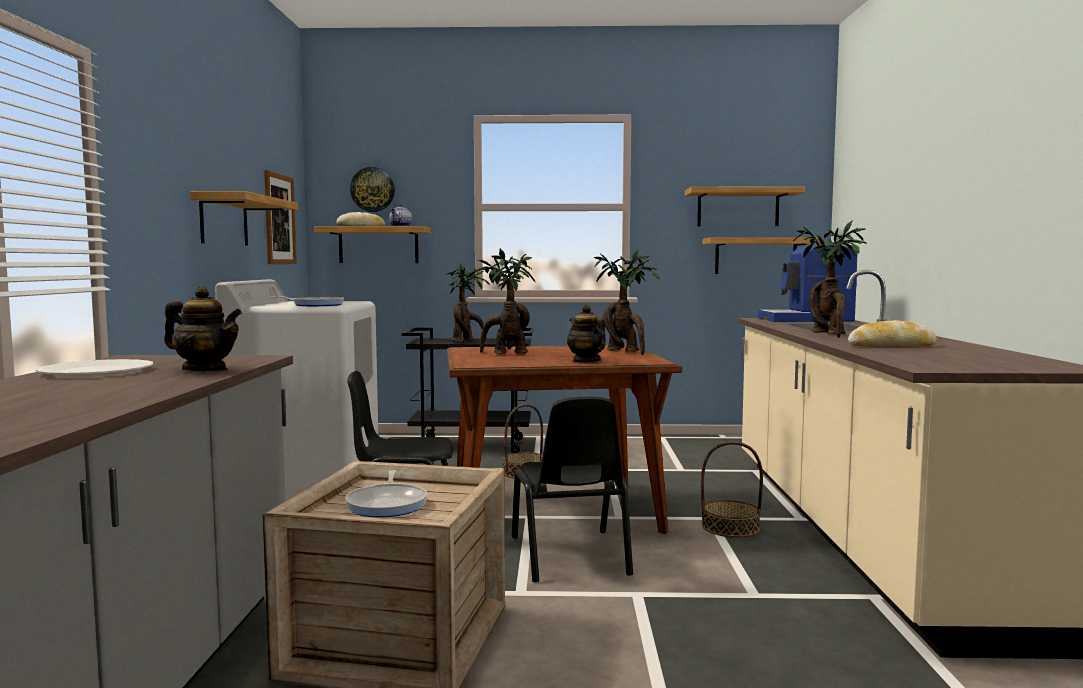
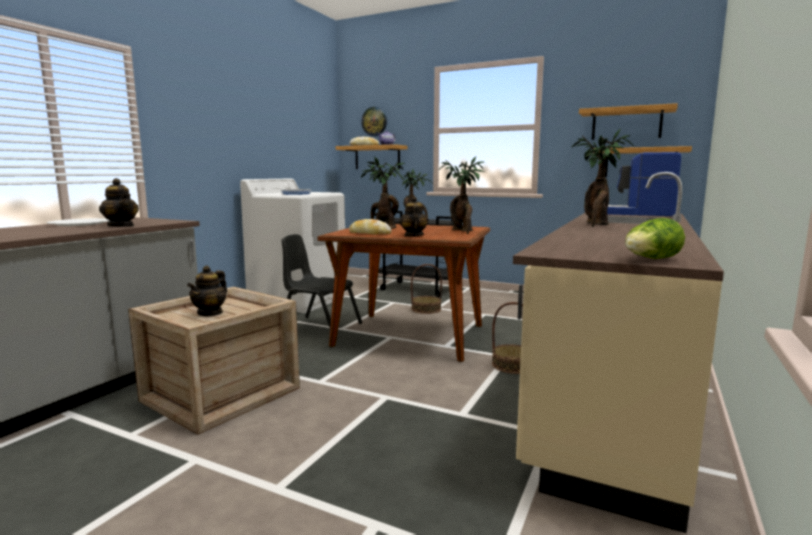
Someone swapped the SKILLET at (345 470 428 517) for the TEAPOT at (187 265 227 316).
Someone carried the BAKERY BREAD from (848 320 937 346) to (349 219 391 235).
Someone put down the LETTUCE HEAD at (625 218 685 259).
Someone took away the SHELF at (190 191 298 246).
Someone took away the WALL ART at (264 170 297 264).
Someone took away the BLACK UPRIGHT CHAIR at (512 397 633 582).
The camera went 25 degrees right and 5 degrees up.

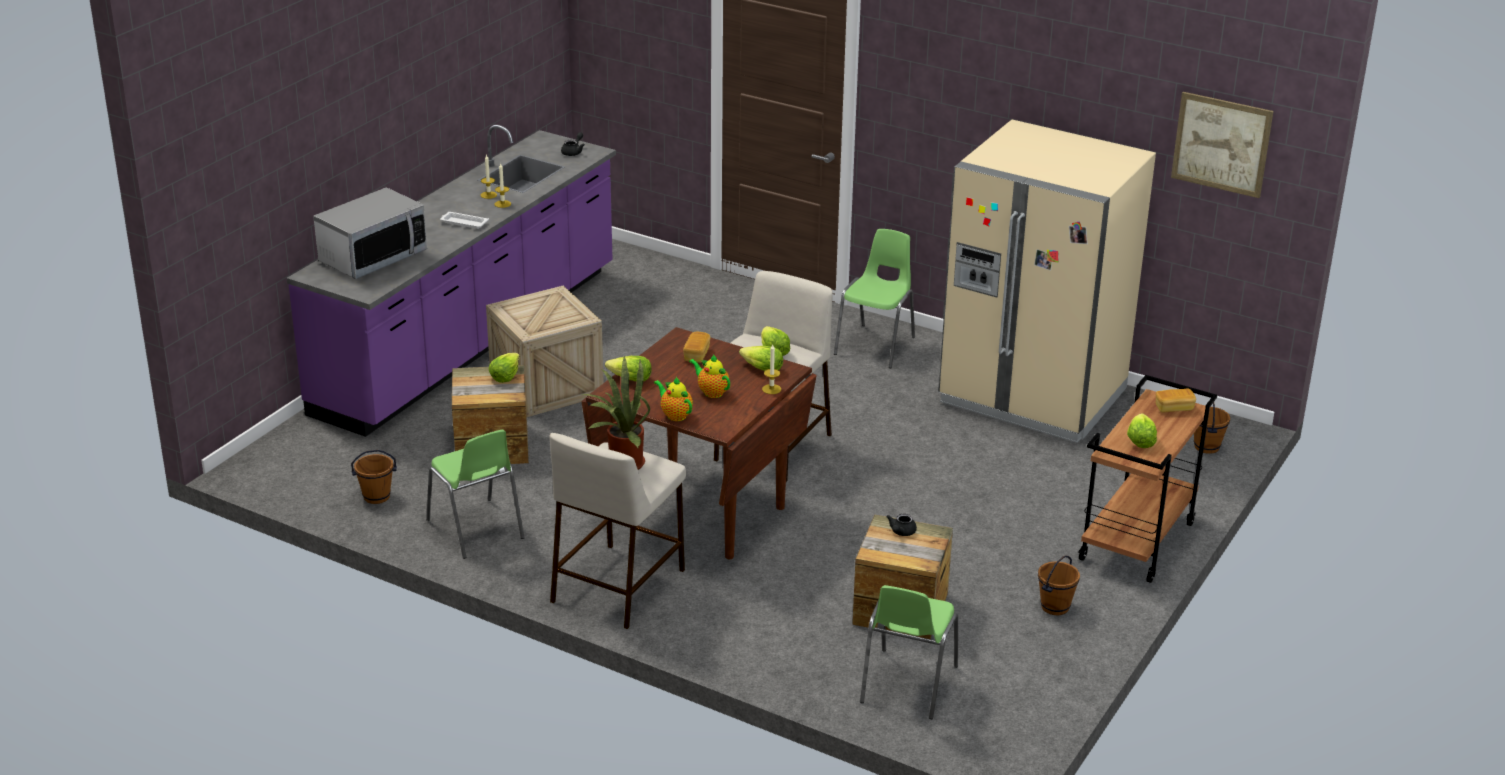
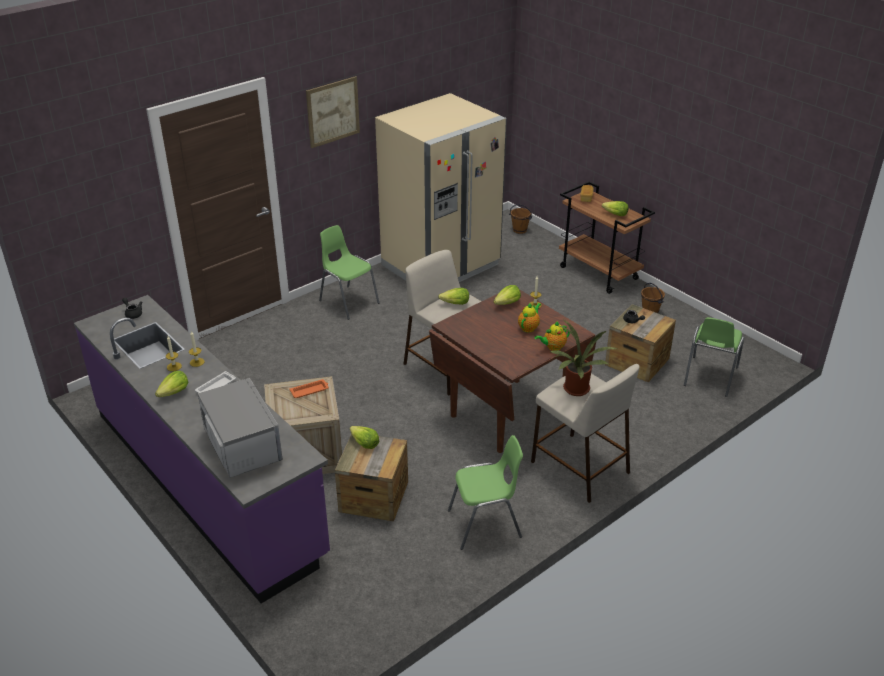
Someone carried the LETTUCE HEAD from (605 356 652 382) to (155 371 188 397).
Someone put down the ORANGE-COLOURED TRAY at (289 379 329 398).
Someone carried the WALL ART from (1171 92 1273 198) to (306 76 360 148).
Someone rotated the TEAPOT at (689 354 730 398) by 150 degrees clockwise.
Someone rotated the GREENISH UPRIGHT CHAIR at (860 585 958 719) by 75 degrees clockwise.
Someone took away the BROWN PAIL at (351 450 397 504).
Someone took away the BAKERY BREAD at (683 332 711 363).
The camera went 70 degrees left and 5 degrees up.

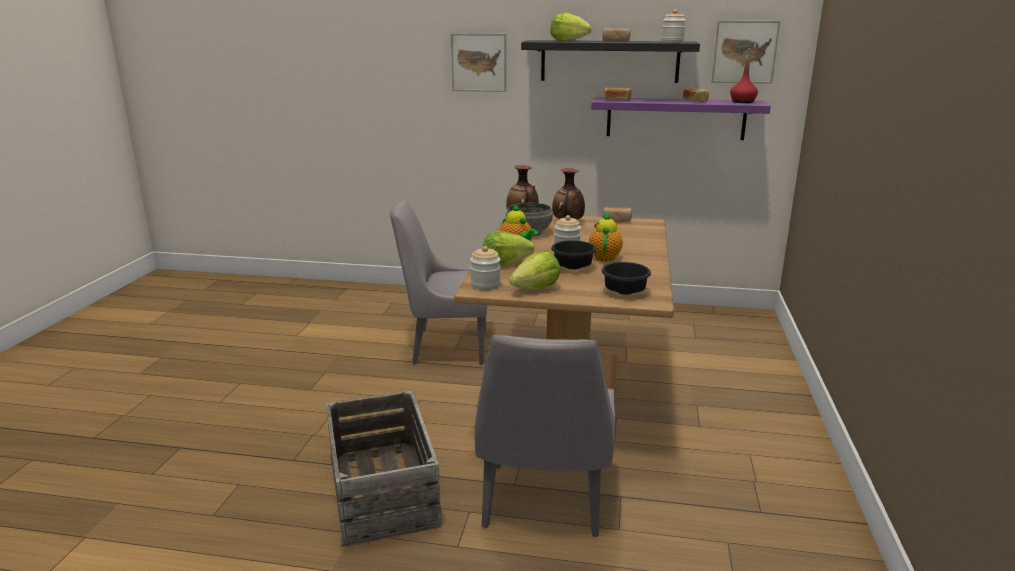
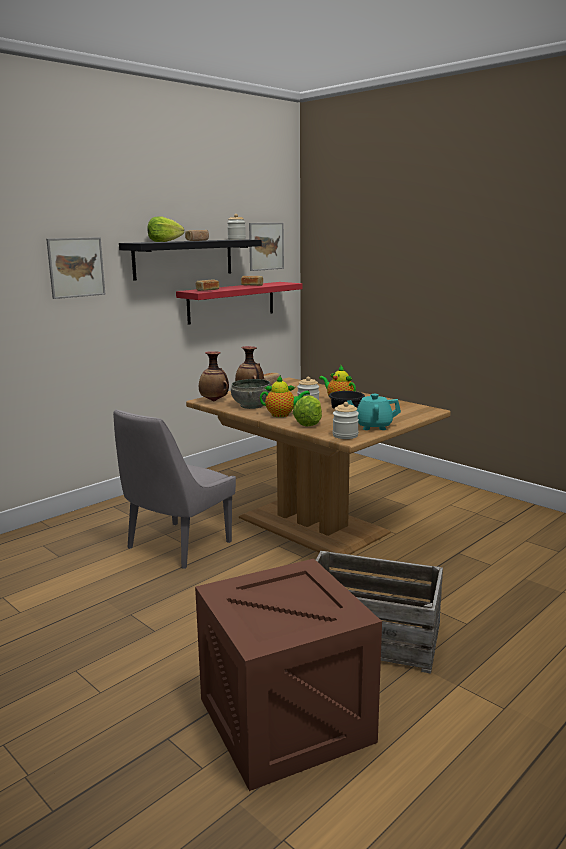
Someone repainted the PURPLE SHELF at (591 97 771 140), which became the RED SHELF at (176 282 302 325).
Someone put down the SHIPPING CRATE at (195 559 382 791).
Someone swapped the LETTUCE HEAD at (509 251 561 289) for the BLUE-GREEN TEAPOT at (347 394 401 430).
Someone took away the GRAY UPRIGHT CHAIR at (474 335 615 537).
Someone took away the BLACK DEEP DISH at (602 262 651 295).
Someone took away the RED BEVERAGE BOTTLE at (730 49 758 103).
The camera went 55 degrees left and 5 degrees down.

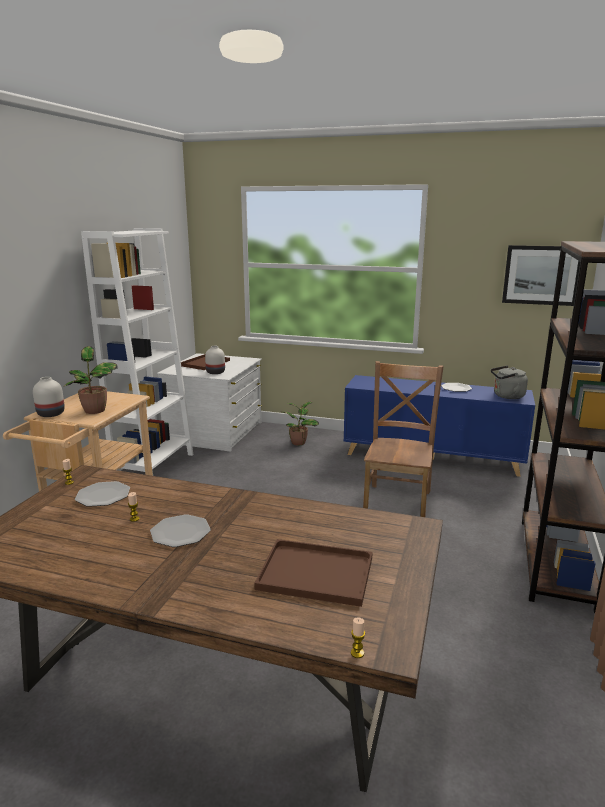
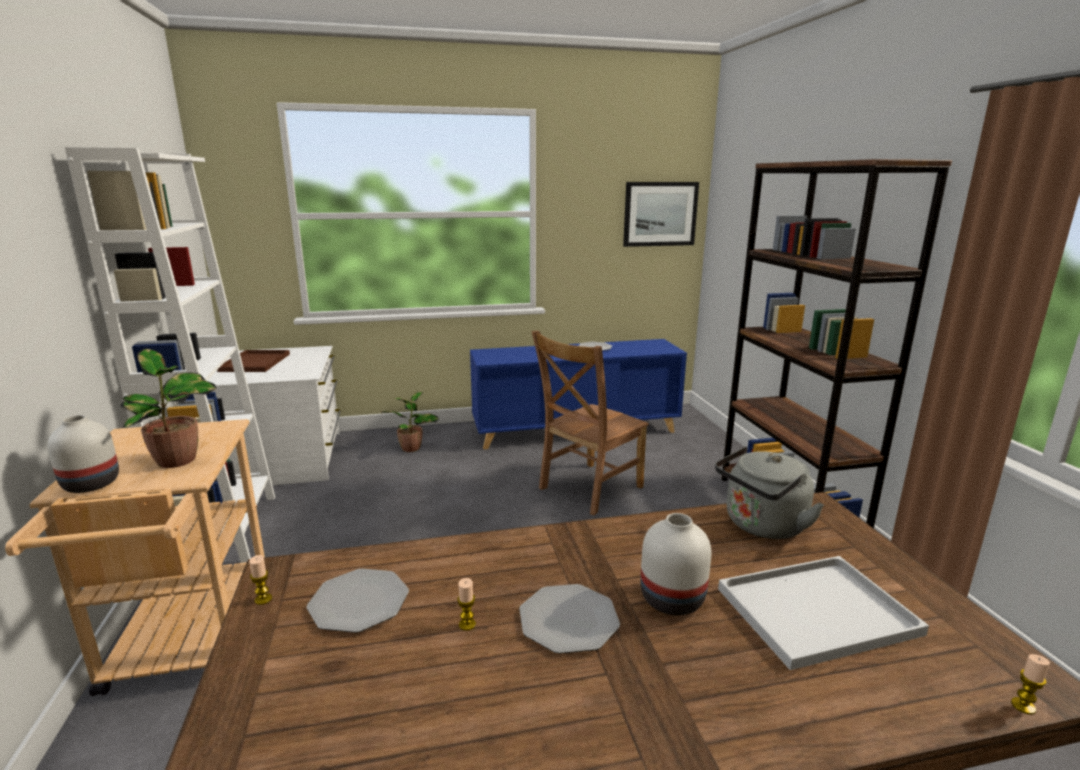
Someone rotated the BROWN UPRIGHT CHAIR at (363 361 444 517) by 120 degrees counterclockwise.
Someone carried the WHITE-COLOURED DECORATIVE VASE from (205 346 225 374) to (640 513 711 615).
Someone carried the GRAY WATER KETTLE from (491 365 528 399) to (715 446 824 539).
Someone repainted the BROWN TRAY at (254 539 373 607), which became the WHITE-COLOURED TRAY at (718 556 929 670).
The camera went 30 degrees left and 0 degrees up.

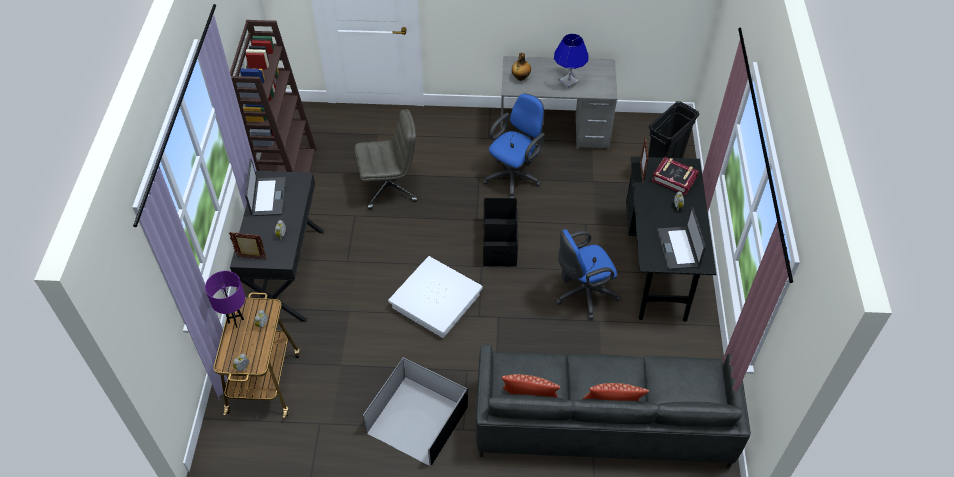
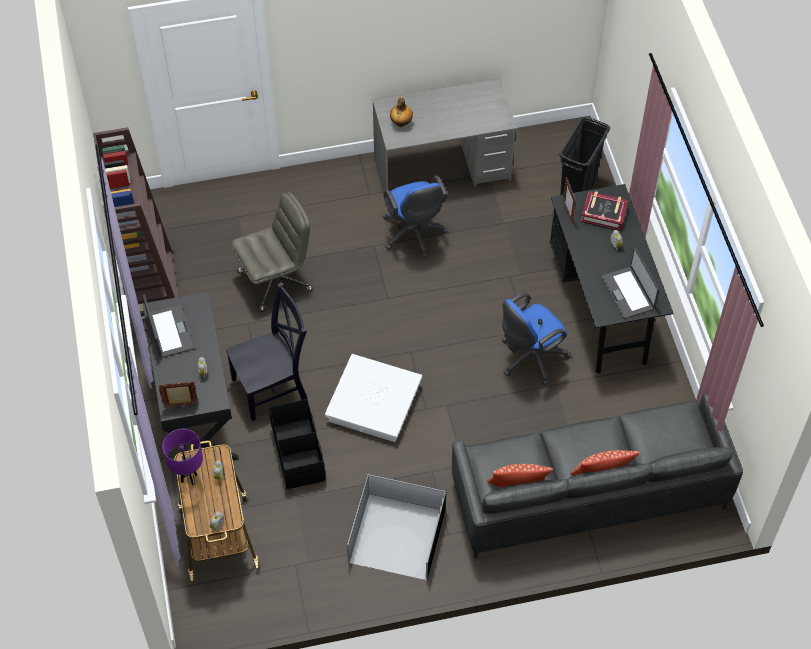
Someone put down the BLACK UPRIGHT CHAIR at (226 282 308 421).
Someone carried the BLACK STORAGE CONTAINER from (483 198 519 267) to (269 399 325 489).
Someone rotated the BLUE OFFICE CHAIR at (483 93 545 198) by 135 degrees clockwise.
Someone took away the BLUE LAMP FOR A TABLE at (554 34 589 88).
The camera went 15 degrees left and 5 degrees up.

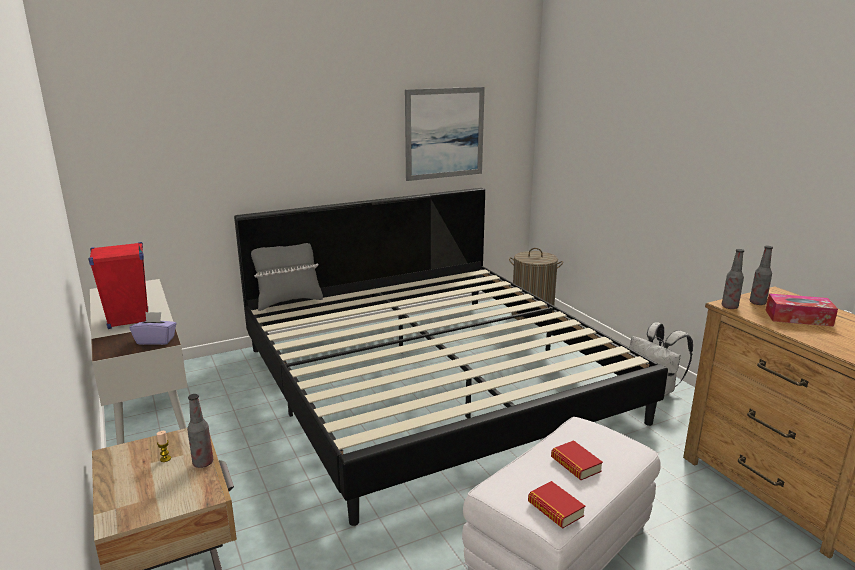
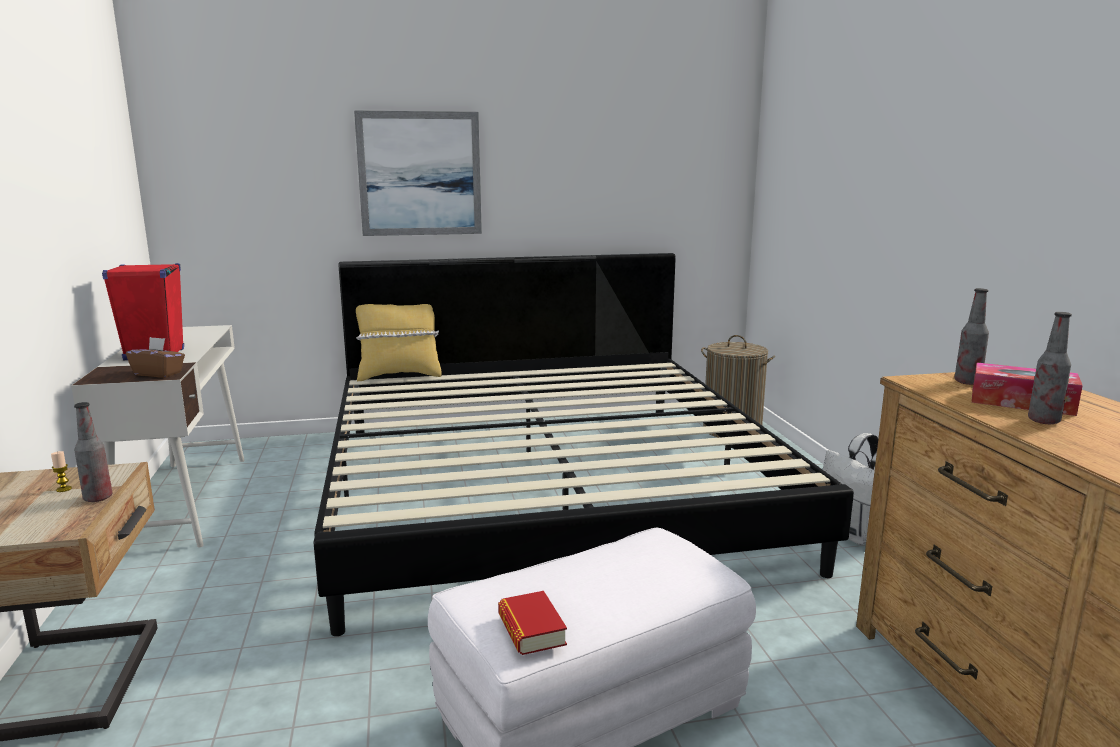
Someone repainted the PURPLE BOX OF TISSUES at (129 312 177 345), which became the BROWN BOX OF TISSUES at (126 337 185 378).
Someone carried the WALL ART from (405 87 485 181) to (354 110 482 236).
Someone repainted the GRAY THROW PILLOW at (251 243 323 311), which became the YELLOWISH THROW PILLOW at (356 304 442 382).
Someone carried the BEVERAGE BOTTLE from (722 249 744 309) to (1028 312 1072 424).
Someone took away the BOOK at (551 440 603 480).
The camera went 15 degrees right and 5 degrees down.

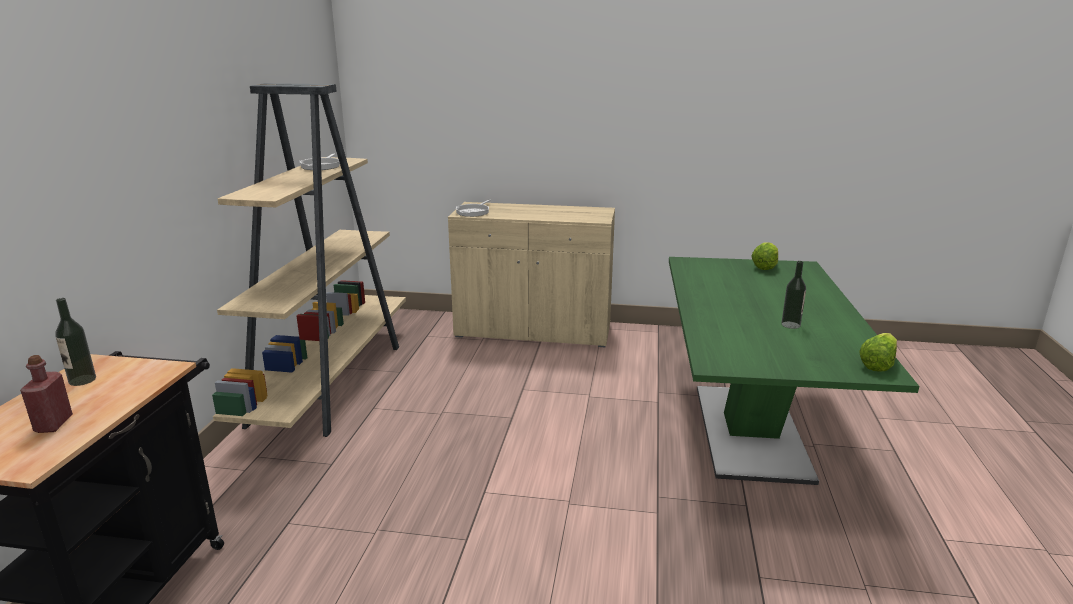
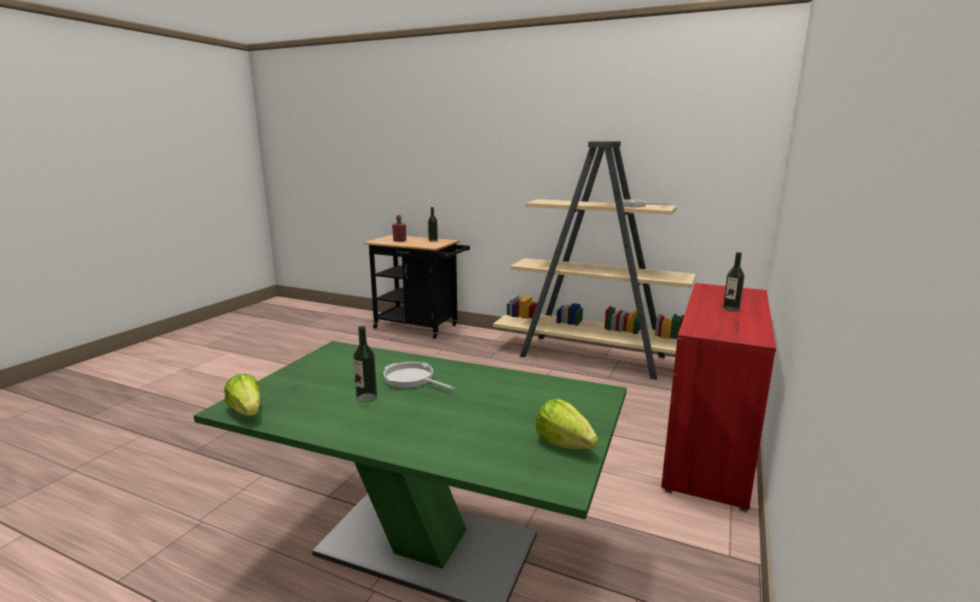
Someone carried the SKILLET from (456 199 491 217) to (383 362 455 390).
Someone repainted the BEIGE-COLOURED CABINET at (448 202 615 347), which became the RED CABINET at (661 283 776 512).
Someone put down the BEVERAGE BOTTLE at (723 252 744 312).
The camera went 105 degrees right and 5 degrees down.

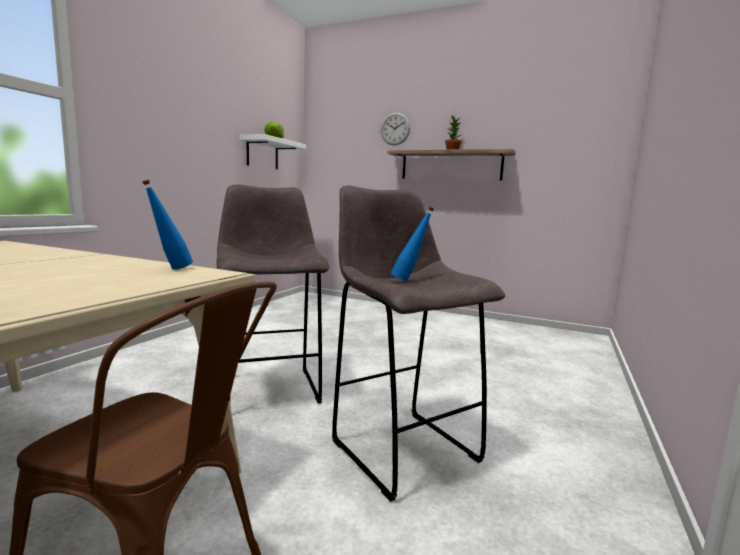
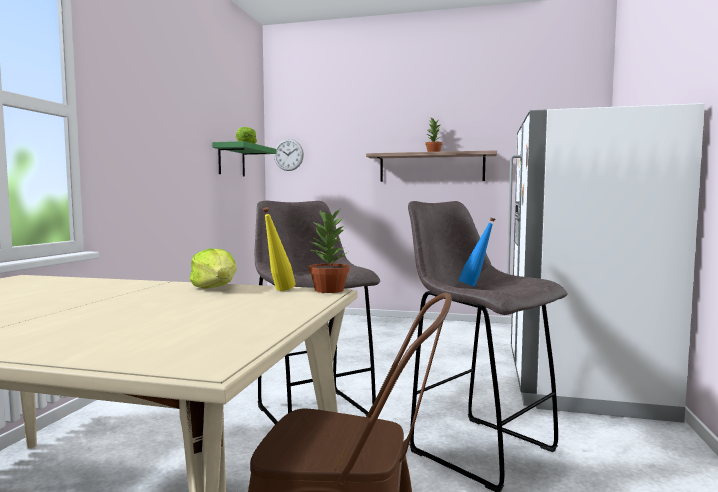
Someone put down the LETTUCE HEAD at (189 248 237 289).
Someone repainted the WHITE-COLOURED SHELF at (239 134 306 170), which became the GREENISH SHELF at (212 141 276 177).
Someone repainted the BLUE BEVERAGE BOTTLE at (142 179 193 269), which became the YELLOWISH BEVERAGE BOTTLE at (262 207 295 291).
Someone carried the WALL CLOCK from (381 112 410 146) to (274 139 304 171).
Someone put down the PLANT IN A POT at (309 207 349 293).
Someone put down the WHITE-COLOURED KITCHEN FRIDGE at (507 103 705 423).
The camera went 10 degrees left and 5 degrees down.

